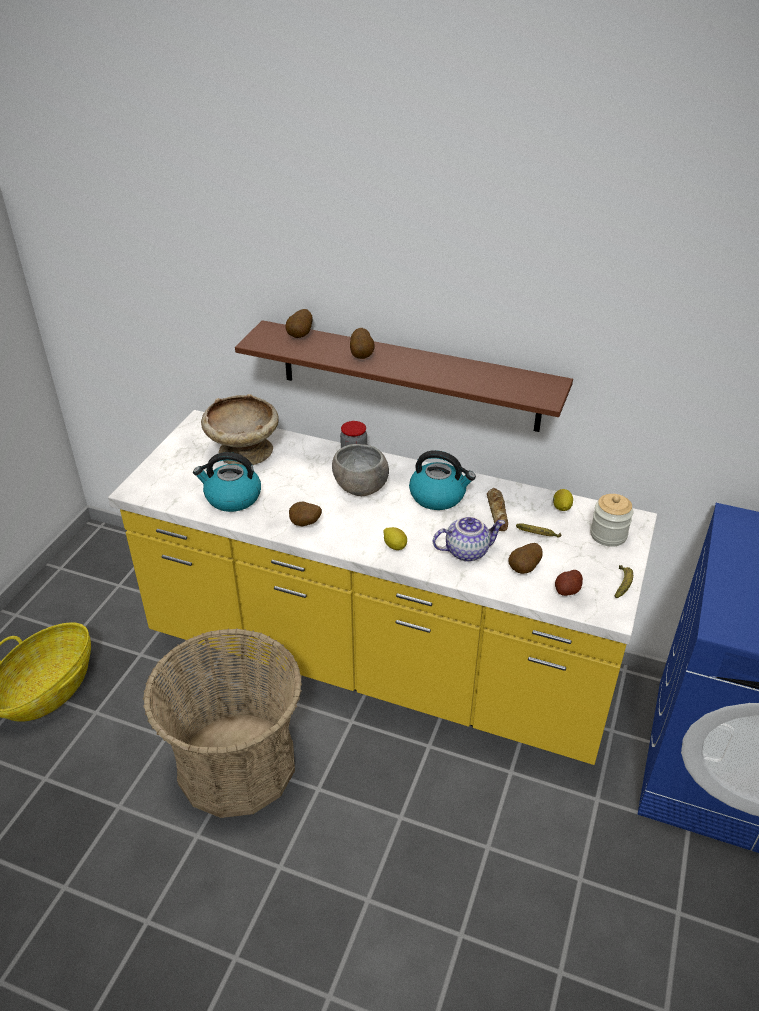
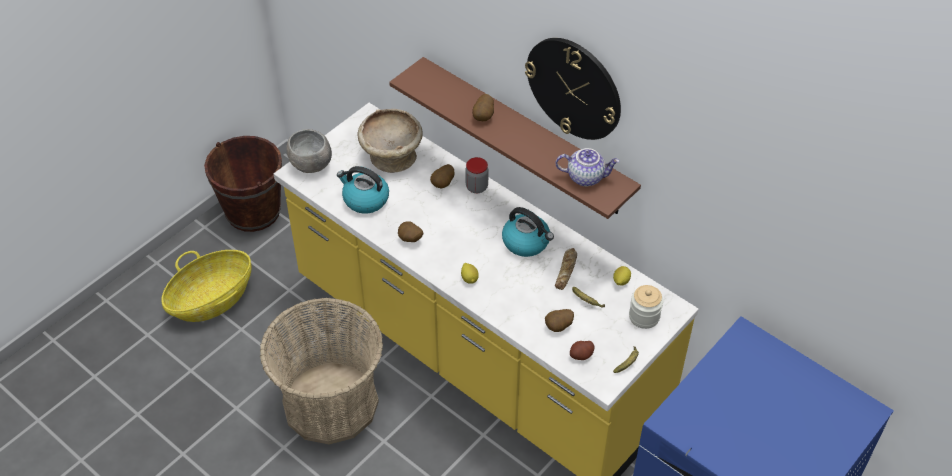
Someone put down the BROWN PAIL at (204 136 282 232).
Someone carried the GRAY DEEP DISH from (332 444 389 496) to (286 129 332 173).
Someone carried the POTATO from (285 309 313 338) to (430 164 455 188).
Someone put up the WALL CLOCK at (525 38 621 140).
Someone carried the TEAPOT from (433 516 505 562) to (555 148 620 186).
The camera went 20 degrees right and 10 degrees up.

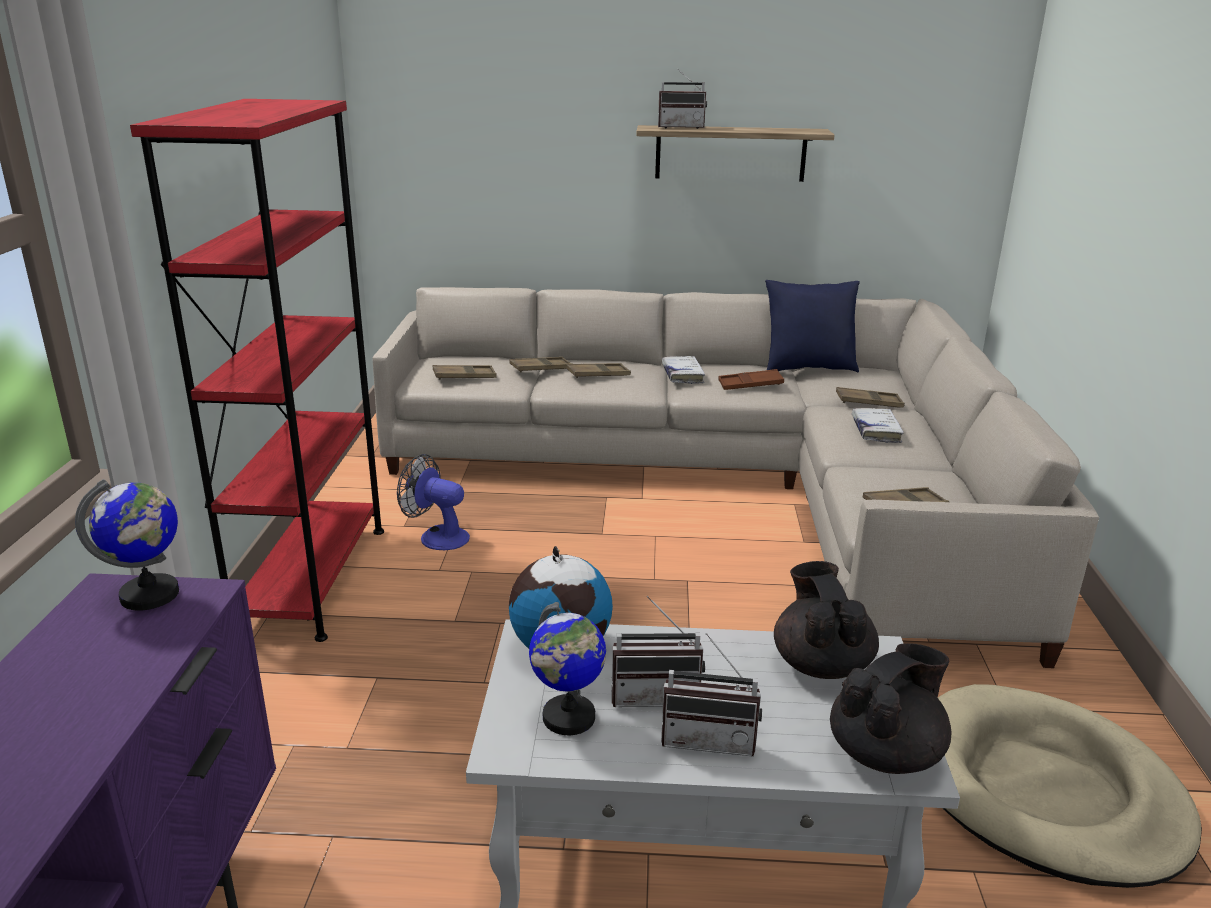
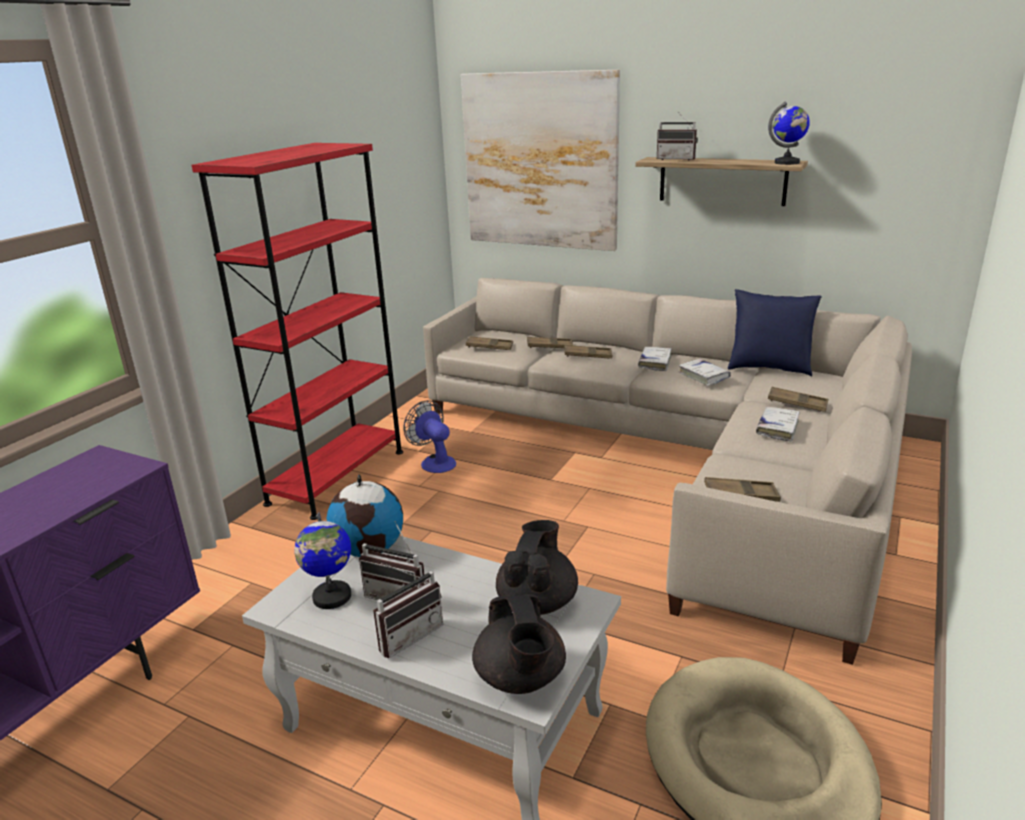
Someone rotated the RADIO SET at (661 633 762 756) by 75 degrees counterclockwise.
Someone put up the WALL ART at (461 70 620 251).
Someone rotated the BLACK TEAPOT at (830 643 951 774) by 90 degrees clockwise.
Someone swapped the BROWN TRAY at (718 369 784 390) for the WHITE-COLOURED BOOK at (679 359 731 386).
Someone carried the GLOBE from (75 479 179 611) to (768 102 810 165).
The camera went 25 degrees right and 0 degrees up.

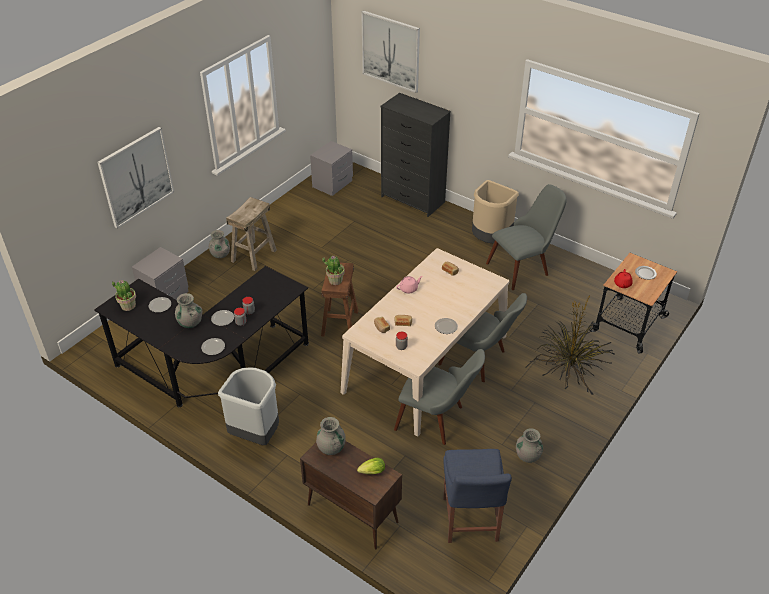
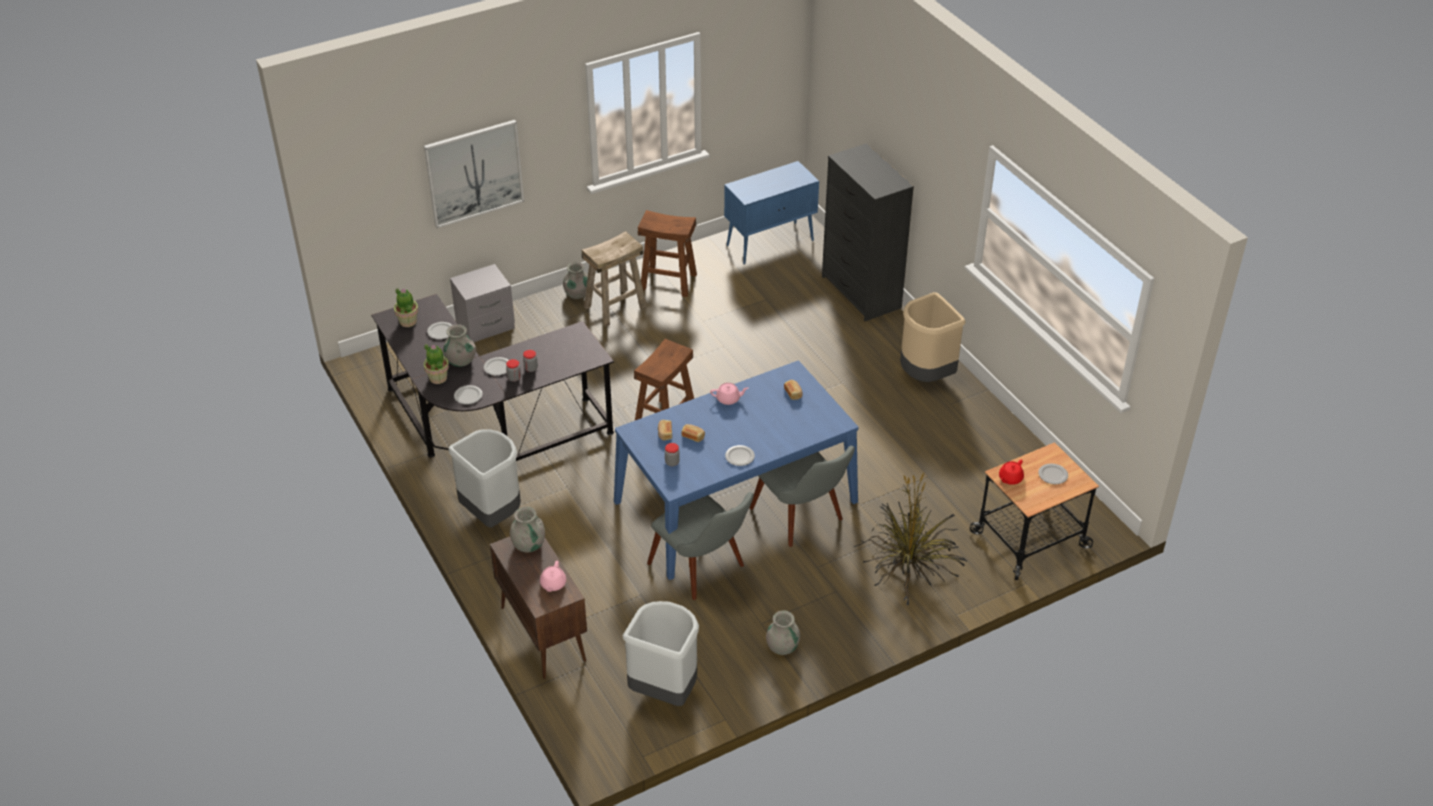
Someone carried the PLANT IN A POT from (322 255 345 285) to (424 344 449 384).
Someone swapped the LETTUCE HEAD at (357 458 385 474) for the PINK-COLOURED TEAPOT at (540 561 566 592).
Someone repainted the BEIGE-COLOURED DINING TABLE at (340 248 510 436), which became the BLUE DINING TABLE at (614 361 858 580).
Someone swapped the BLUE UPRIGHT CHAIR at (443 449 512 543) for the GRAY RUBBISH BIN at (623 601 699 706).
Someone put down the BROWN STOOL SEAT at (638 210 697 297).
Someone swapped the GRAY NIGHTSTAND at (310 141 353 196) for the BLUE CABINET at (724 161 819 265).
Someone took away the WALL ART at (361 10 420 93).
Someone took away the GRAY UPRIGHT CHAIR at (486 184 567 290).
The camera went 25 degrees right and 0 degrees up.

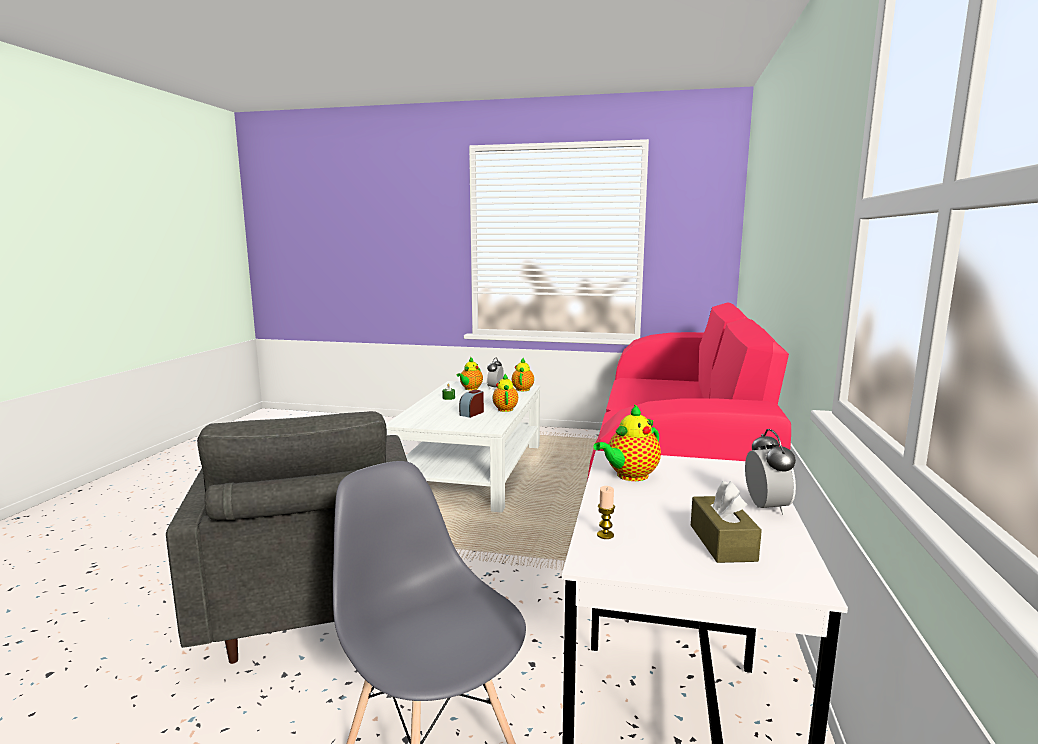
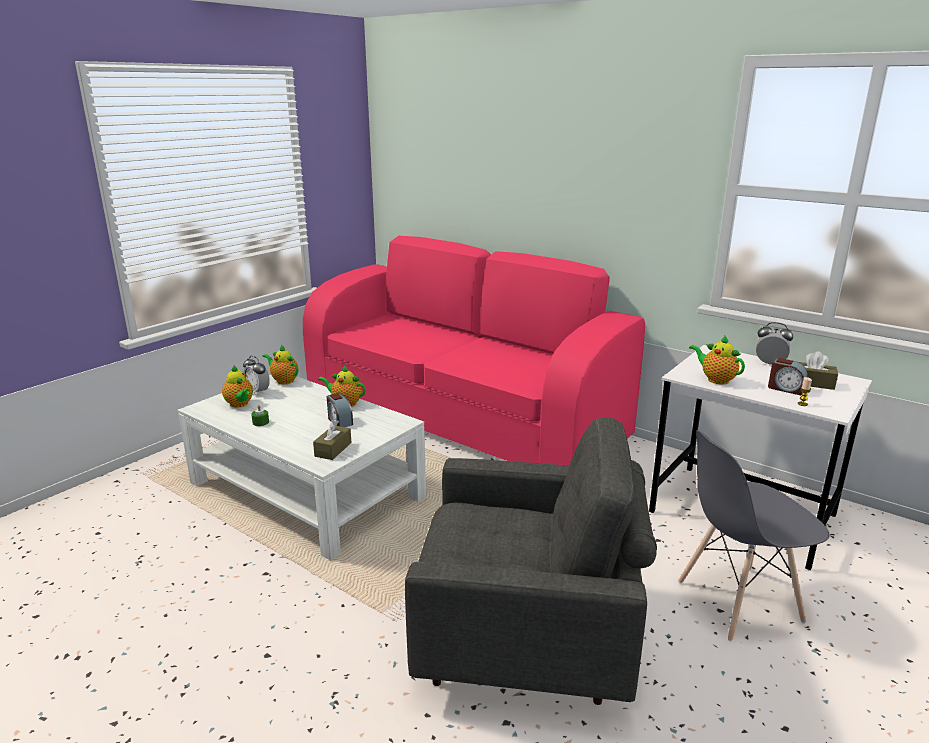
Someone put down the BROWN BOX OF TISSUES at (313 420 352 460).
Someone rotated the TEAPOT at (593 404 661 481) by 150 degrees clockwise.
Someone put down the TABLE CLOCK at (768 358 808 395).
The camera went 65 degrees left and 10 degrees up.

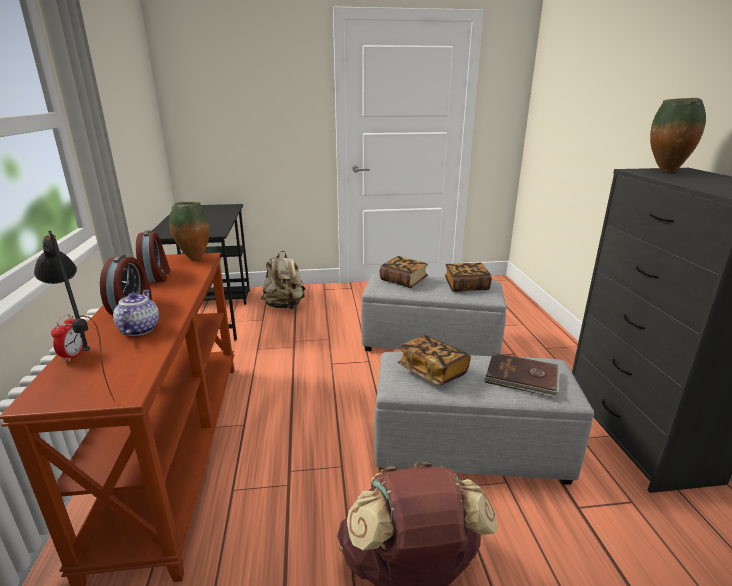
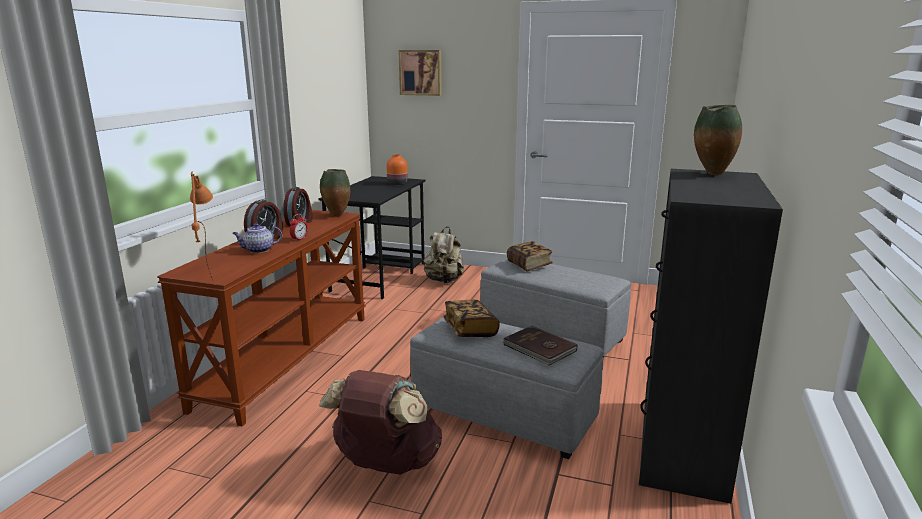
Someone repainted the BLACK LAMP FOR A TABLE at (34 231 115 402), which became the ORANGE-COLOURED LAMP FOR A TABLE at (190 172 213 280).
Someone rotated the TEAPOT at (113 290 159 336) by 135 degrees counterclockwise.
Someone carried the TABLE CLOCK from (51 314 85 362) to (290 214 308 241).
Someone put down the ORANGE-COLOURED DECORATIVE VASE at (386 154 408 185).
Someone put up the WALL ART at (398 50 442 96).
Someone took away the BOOK at (445 263 492 292).
The camera went 25 degrees right and 5 degrees down.

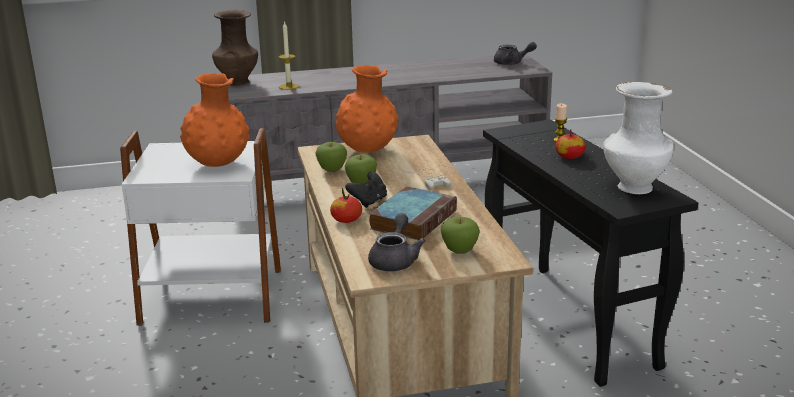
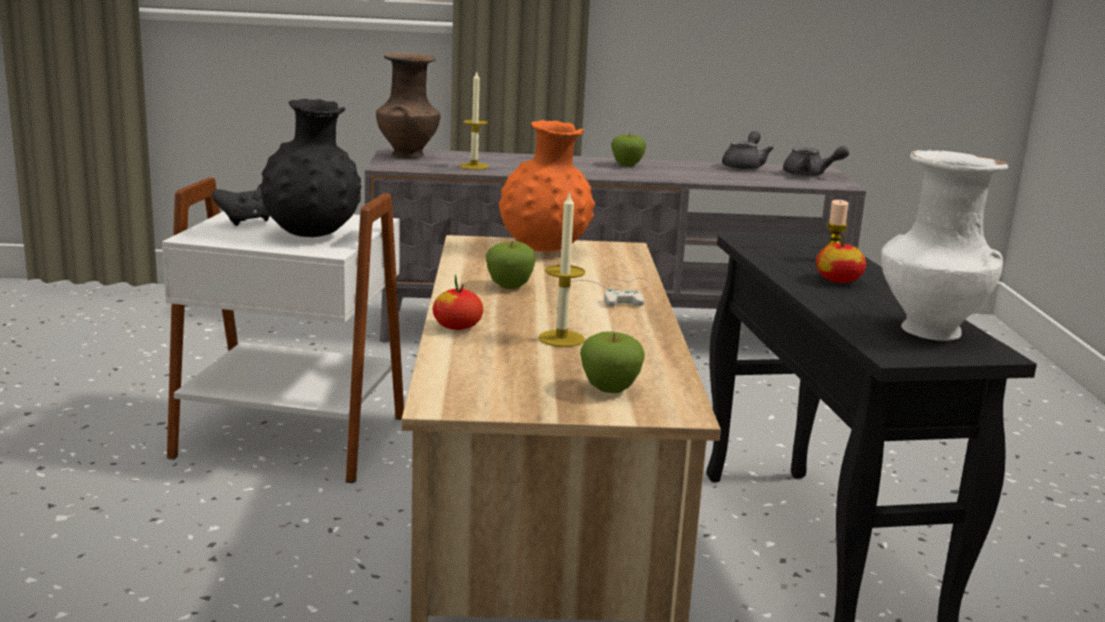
Someone carried the BLACK JOYPAD from (345 171 387 208) to (212 184 270 226).
Someone repainted the ORANGE-COLOURED DECORATIVE VASE at (180 73 250 167), which became the BLACK DECORATIVE VASE at (260 99 361 237).
Someone swapped the BOOK at (369 186 457 240) for the WAX LIGHT at (538 191 585 347).
Someone carried the WHOLE APPLE from (315 142 347 172) to (611 133 646 166).
Someone carried the GRAY TEAPOT from (368 213 426 271) to (722 131 774 170).
The camera went 10 degrees right and 5 degrees down.

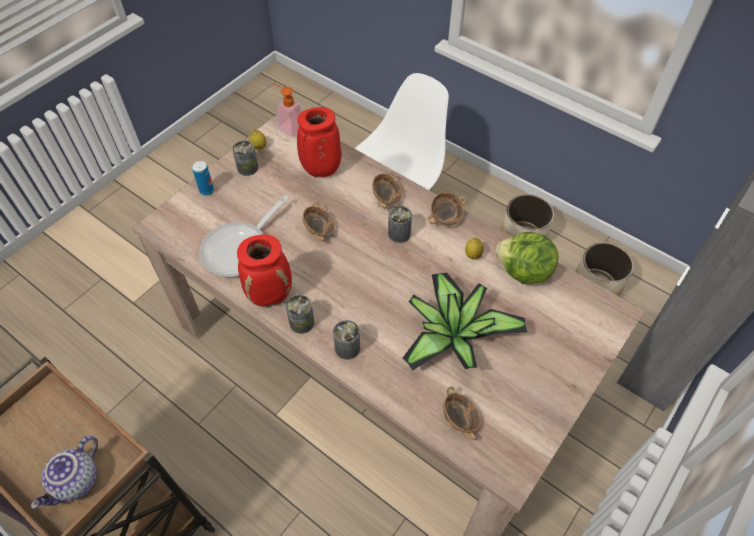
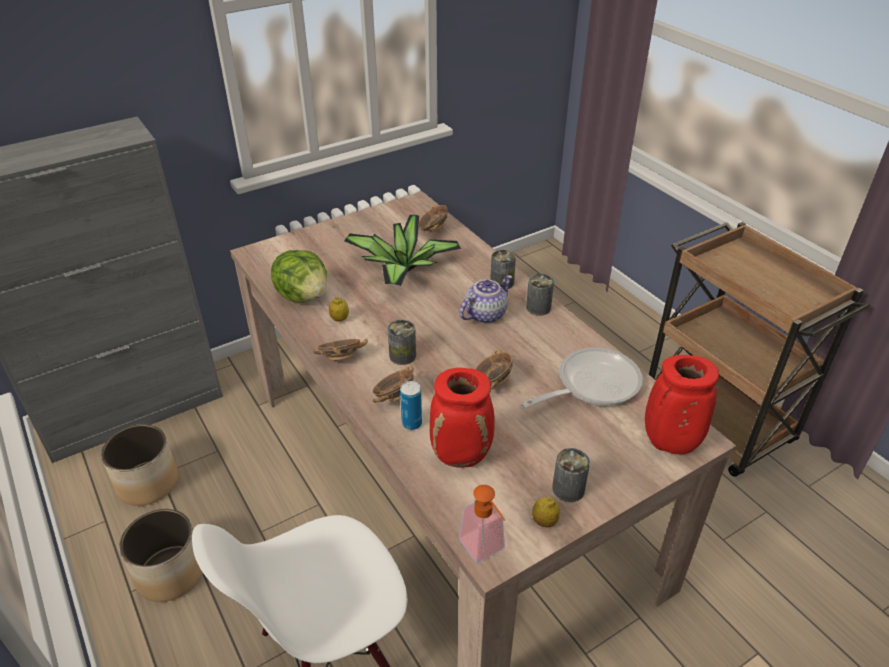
Someone carried the METAL CAN from (192 161 214 196) to (400 381 422 430).
Someone carried the TEAPOT from (31 436 98 509) to (459 275 512 323).
Someone carried the RED DECORATIVE VASE from (237 234 292 307) to (645 355 719 454).
The camera went 160 degrees left and 15 degrees down.

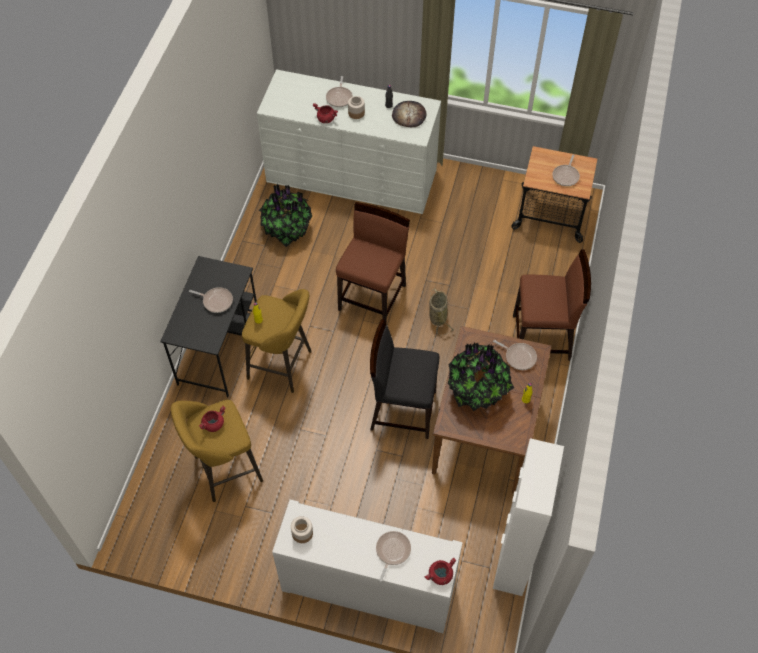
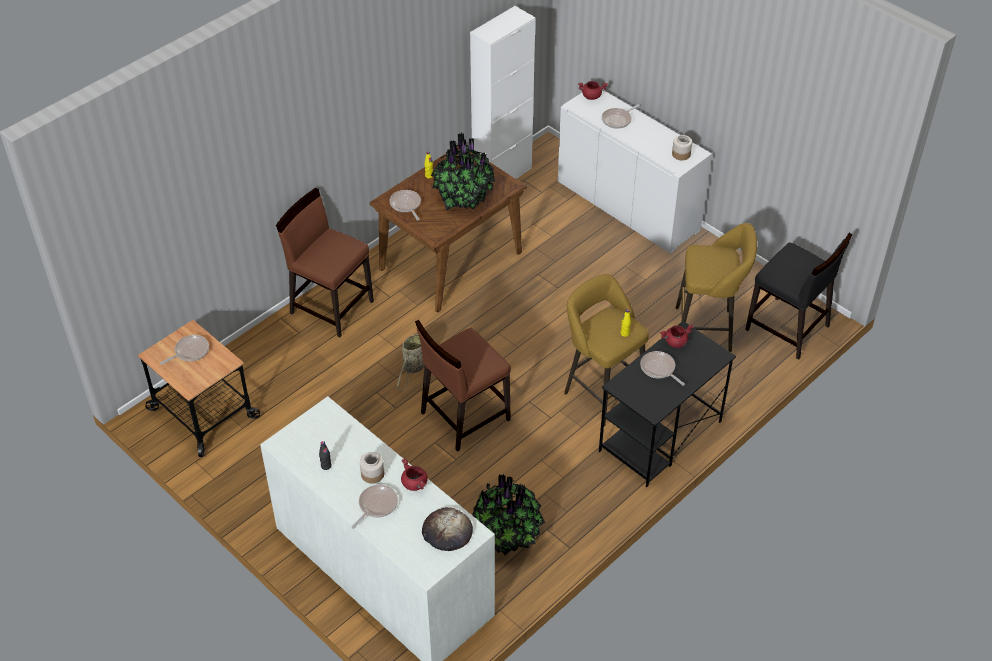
Someone carried the BAKERY BREAD from (392 101 427 127) to (422 507 473 551).
Someone carried the RED COOKING POT from (199 406 226 432) to (660 324 693 348).
Someone carried the BLACK UPRIGHT CHAIR from (370 319 440 439) to (745 233 852 360).
The camera went 150 degrees left and 10 degrees down.

